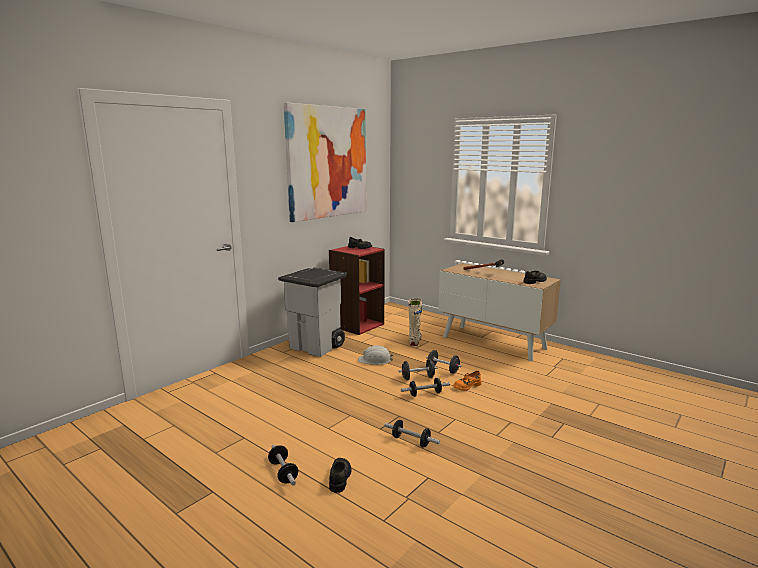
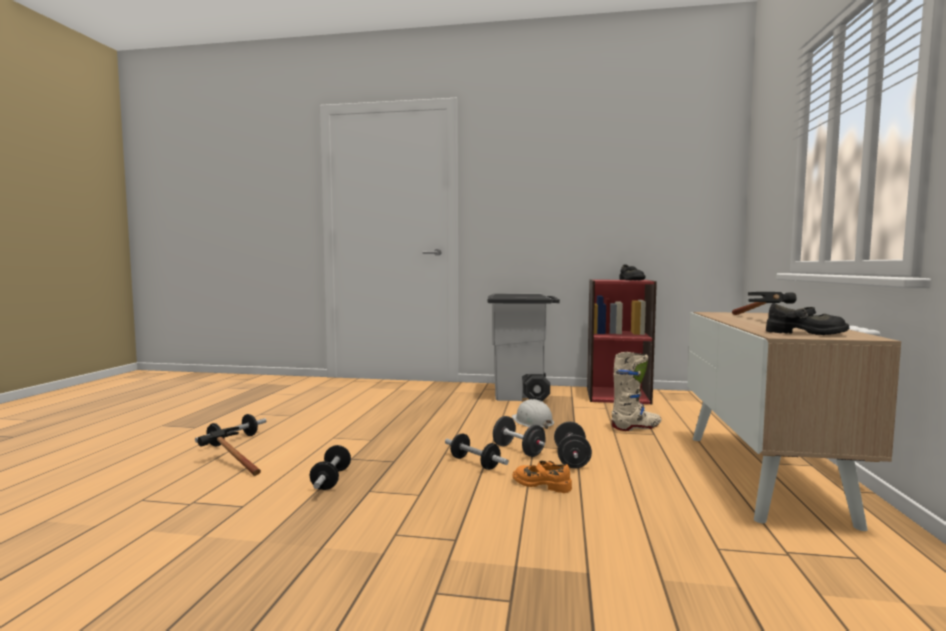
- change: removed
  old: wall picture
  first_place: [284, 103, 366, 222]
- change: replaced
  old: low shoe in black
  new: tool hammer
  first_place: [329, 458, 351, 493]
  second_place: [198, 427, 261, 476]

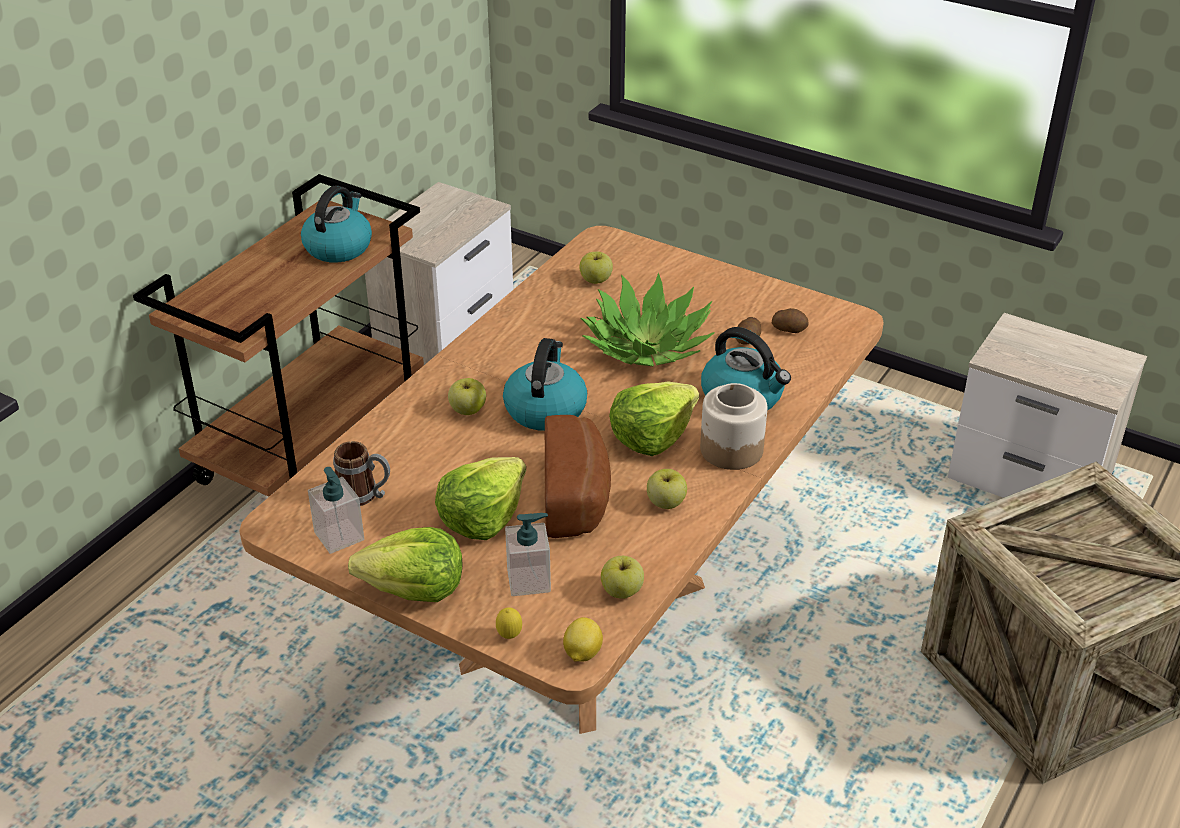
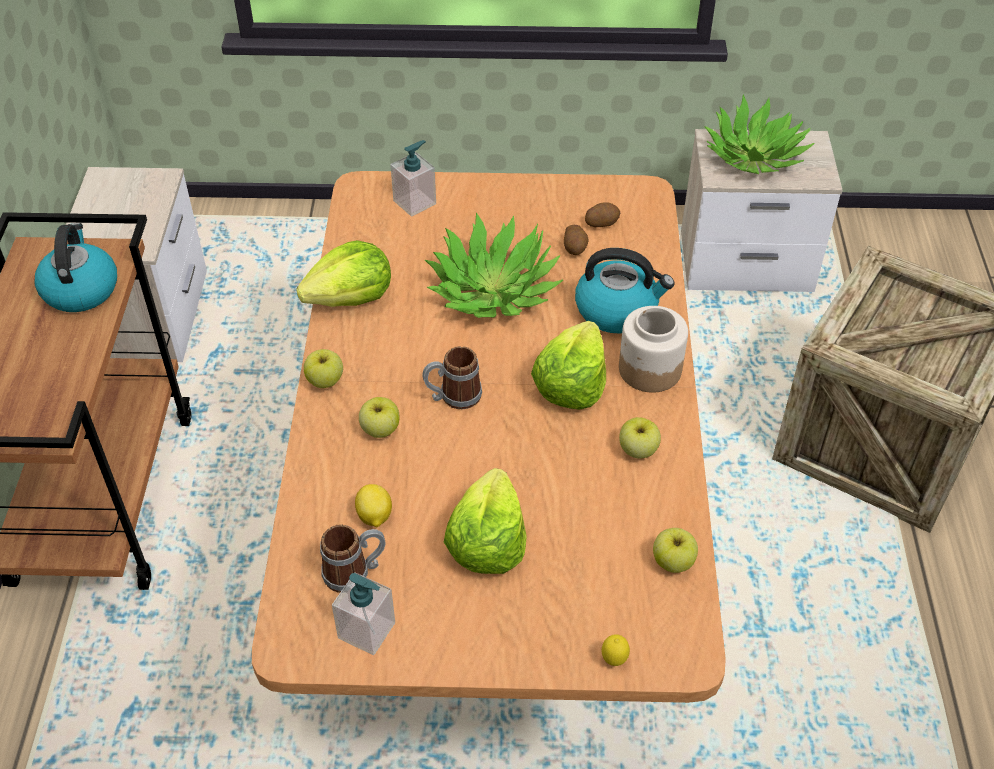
- change: moved
  old: lettuce
  first_place: [348, 527, 463, 602]
  second_place: [296, 240, 391, 307]
- change: replaced
  old: water kettle
  new: coffee mug
  first_place: [503, 338, 587, 431]
  second_place: [422, 346, 482, 409]
- change: moved
  old: liquid soap bottle
  first_place: [505, 513, 551, 596]
  second_place: [390, 140, 436, 216]
- change: removed
  old: bread
  first_place: [545, 415, 611, 538]
- change: moved
  old: citrus fruit
  first_place: [563, 617, 603, 662]
  second_place: [355, 484, 392, 527]
- change: moved
  old: apple
  first_place: [579, 252, 613, 284]
  second_place: [304, 349, 343, 388]
- change: added
  new: potted plant
  second_place: [704, 95, 815, 174]

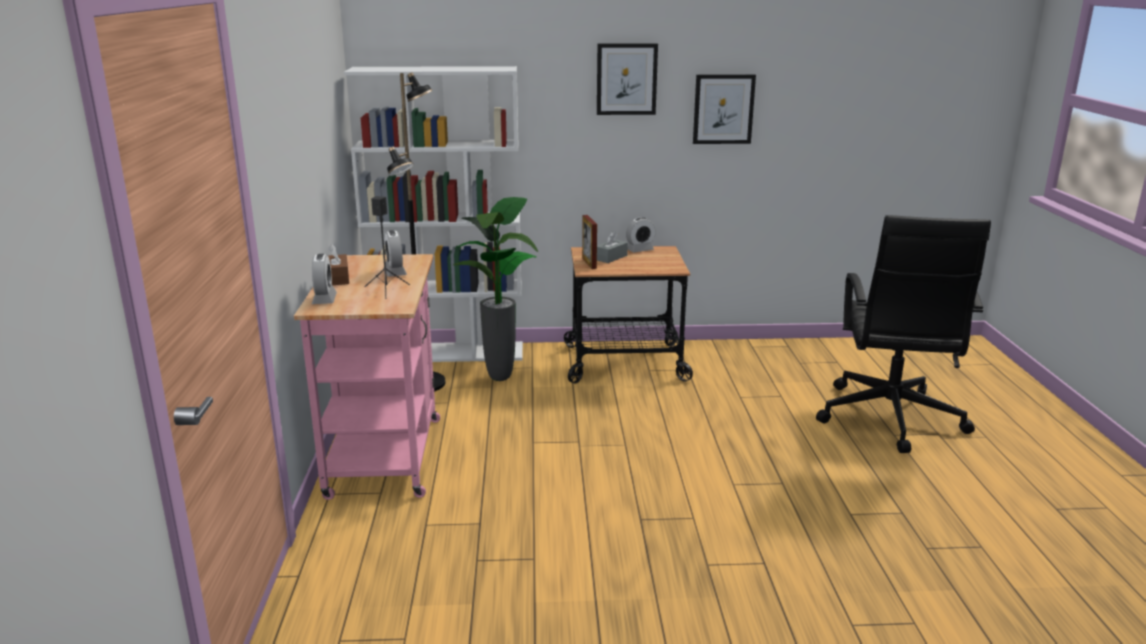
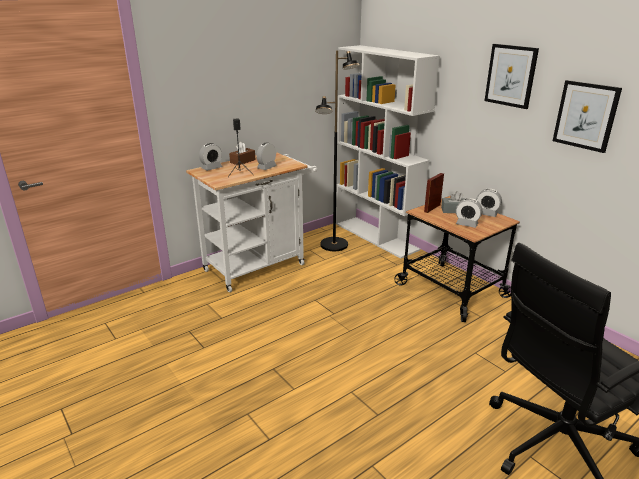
- change: recoloured
  old: trolley in pink
  new: trolley in white
  first_place: [294, 254, 440, 500]
  second_place: [186, 152, 317, 292]
- change: removed
  old: potted plant
  first_place: [453, 197, 538, 381]
- change: added
  new: table clock
  second_place: [456, 198, 482, 228]

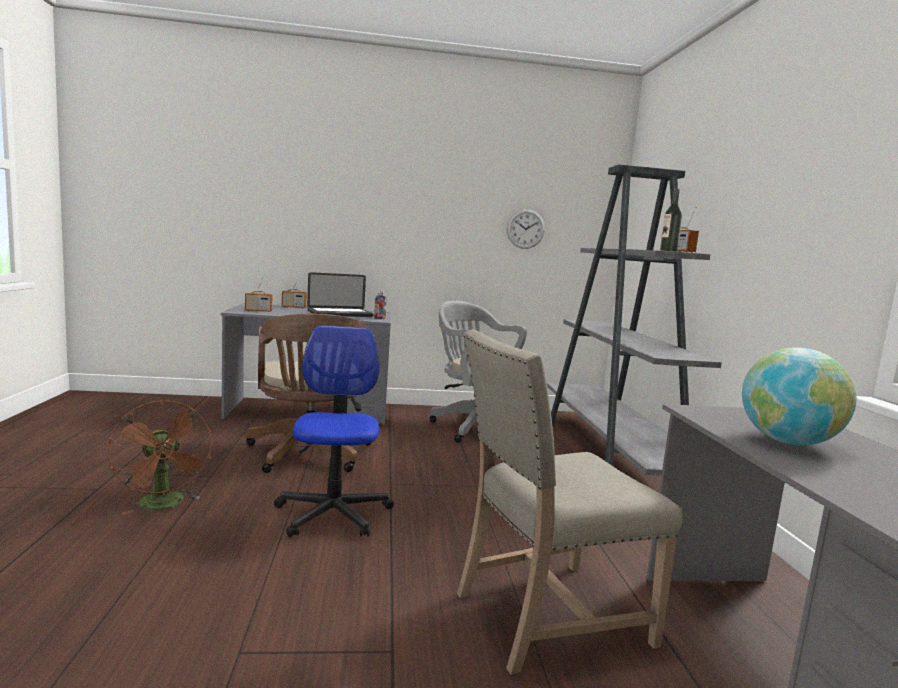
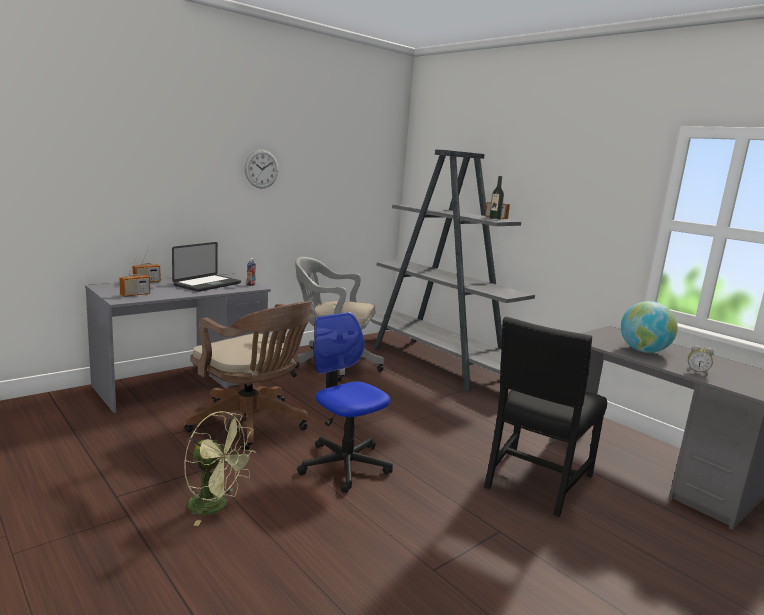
- change: recoloured
  old: cooling fan in brownish
  new: cooling fan in green
  first_place: [107, 401, 212, 515]
  second_place: [184, 411, 256, 526]
- change: recoloured
  old: chair in beige
  new: chair in black
  first_place: [457, 330, 683, 675]
  second_place: [484, 316, 607, 517]
- change: moved
  old: hanging clock
  first_place: [507, 209, 545, 249]
  second_place: [245, 150, 279, 189]
- change: added
  new: table clock
  second_place: [687, 345, 714, 376]

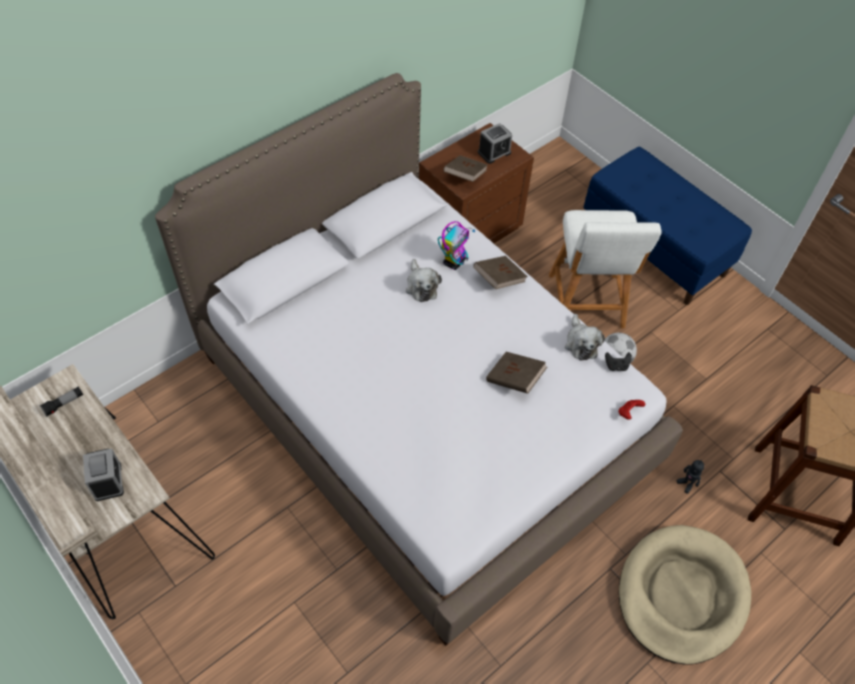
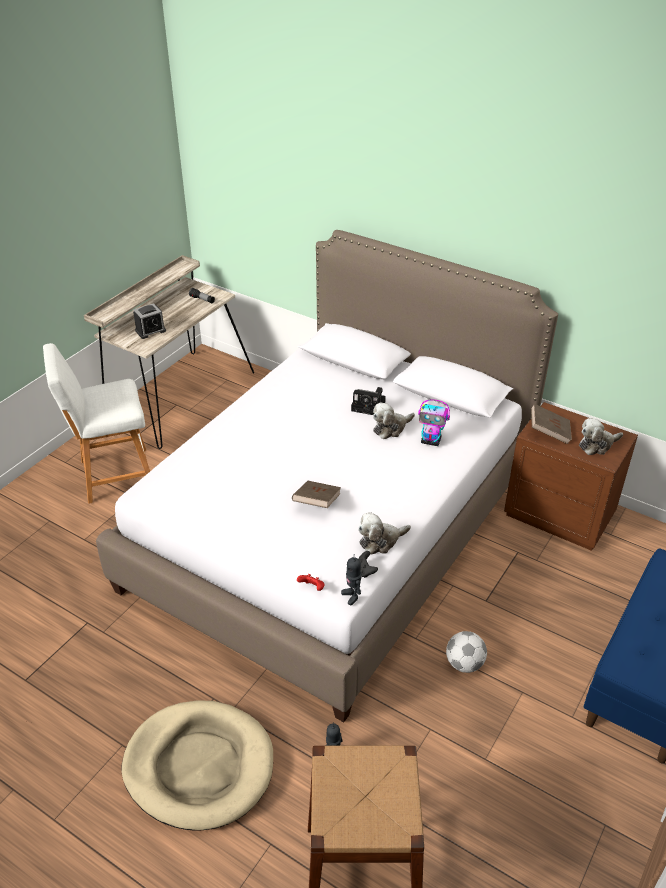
- change: removed
  old: book in brownish
  first_place: [473, 256, 528, 289]
- change: replaced
  old: table clock
  new: cuddly toy
  first_place: [478, 123, 512, 164]
  second_place: [579, 418, 623, 455]
- change: moved
  old: sitting stool in white
  first_place: [549, 210, 662, 329]
  second_place: [43, 343, 150, 504]
- change: added
  new: model robot
  second_place: [341, 554, 362, 605]
- change: added
  new: photo camera
  second_place: [351, 387, 386, 415]

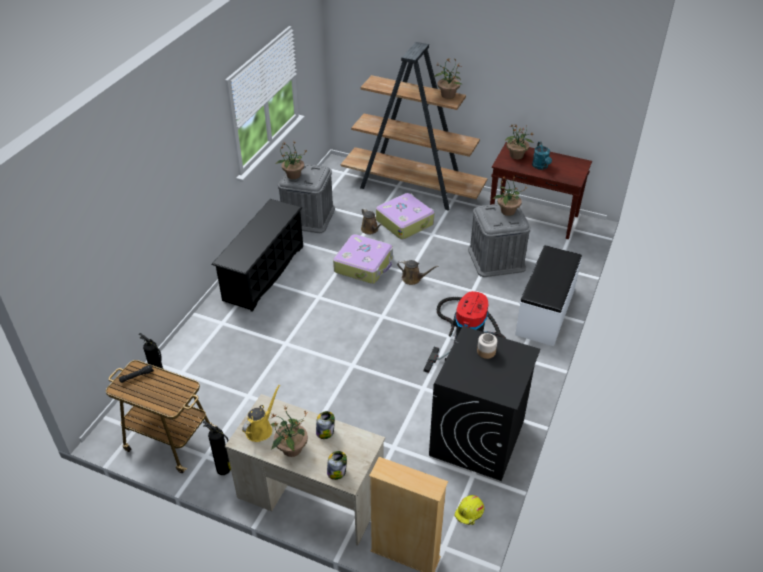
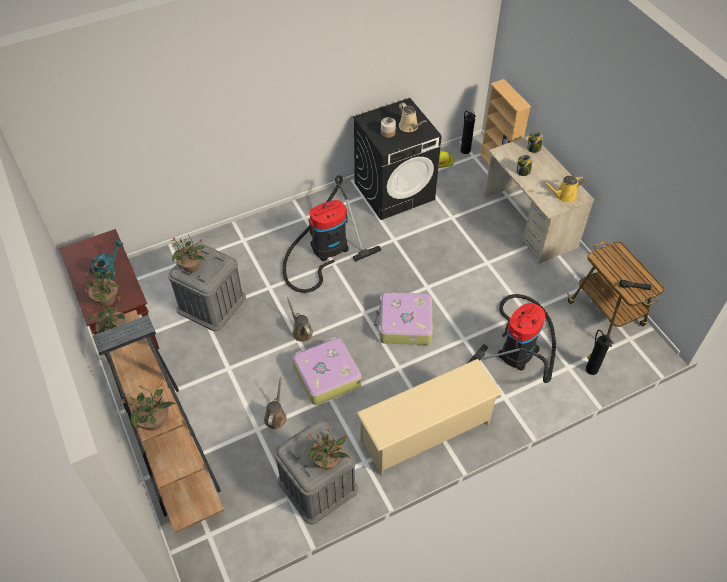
- change: moved
  old: fire extinguisher
  first_place: [202, 421, 231, 475]
  second_place: [461, 111, 476, 154]
- change: recoloured
  old: shoe shelf in black
  new: shoe shelf in beige
  first_place: [211, 199, 303, 312]
  second_place: [357, 359, 502, 475]
- change: moved
  old: potted plant
  first_place: [271, 405, 308, 457]
  second_place: [120, 381, 176, 431]
- change: moved
  old: travel case
  first_place: [376, 193, 434, 239]
  second_place: [374, 292, 433, 345]
- change: removed
  old: indoor bench in white
  first_place: [515, 245, 582, 346]
- change: added
  new: watering pot in beige
  second_place: [399, 102, 427, 132]
- change: added
  new: vacuum cleaner
  second_place: [467, 294, 556, 383]

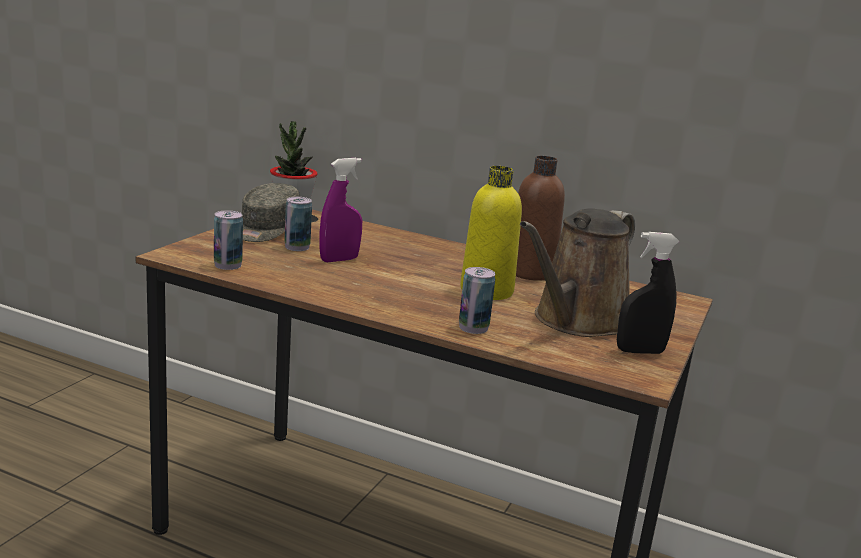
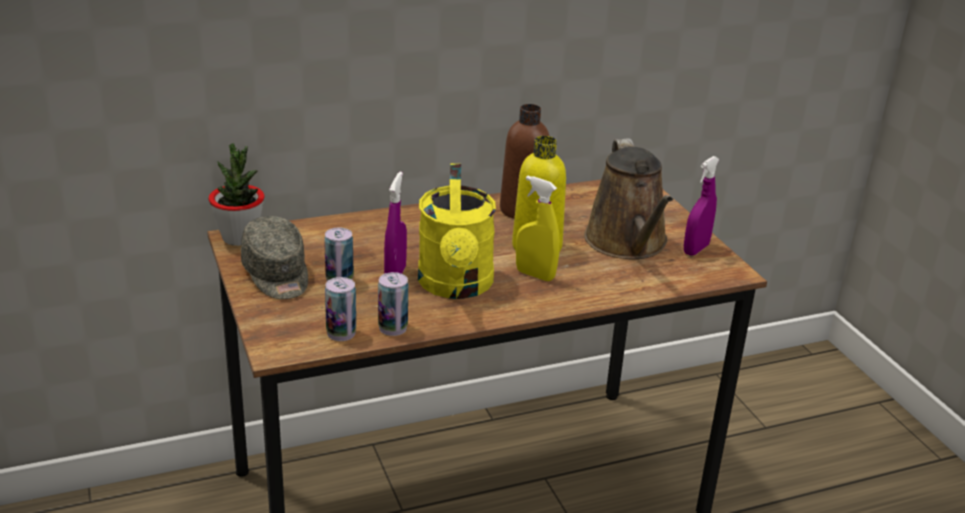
- change: moved
  old: metal can
  first_place: [459, 267, 495, 334]
  second_place: [378, 272, 408, 336]
- change: recoloured
  old: spray bottle in black
  new: spray bottle in purplish
  first_place: [617, 232, 680, 354]
  second_place: [684, 156, 719, 255]
- change: added
  new: watering pot in yellow-coloured
  second_place: [418, 164, 496, 299]
- change: added
  new: spray bottle in yellow-coloured
  second_place: [516, 175, 560, 281]

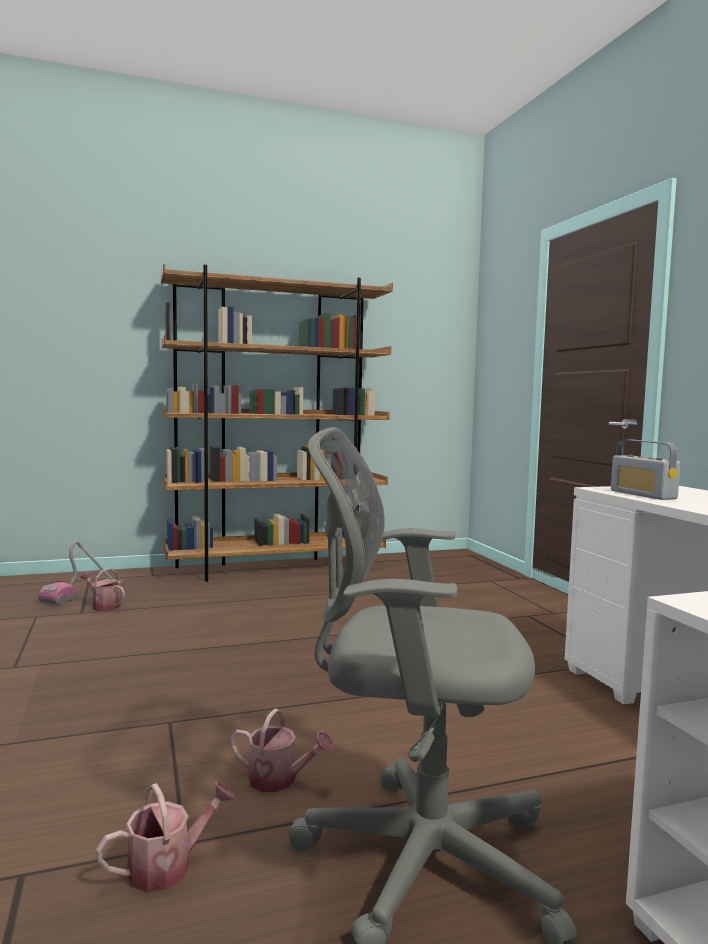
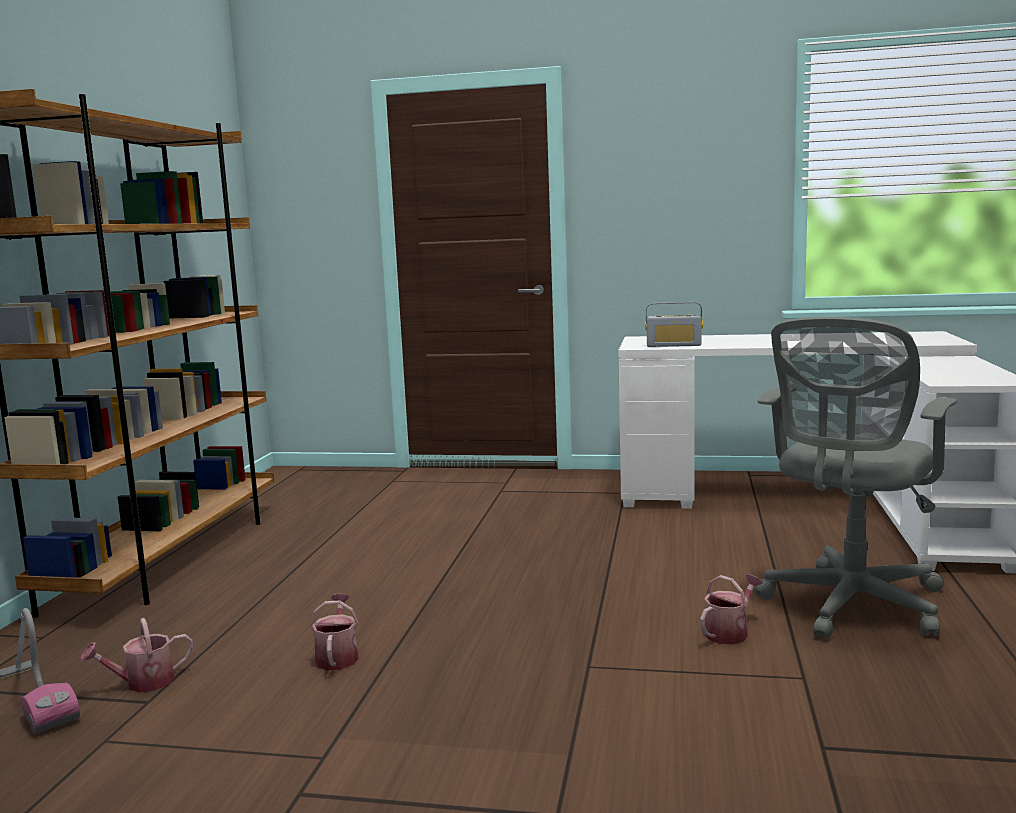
- change: moved
  old: watering pot
  first_place: [96, 782, 235, 892]
  second_place: [310, 594, 359, 670]

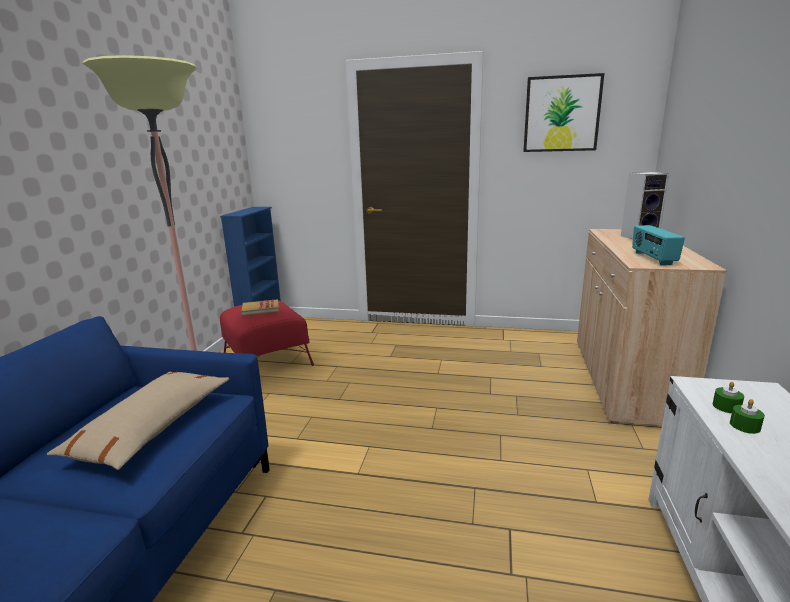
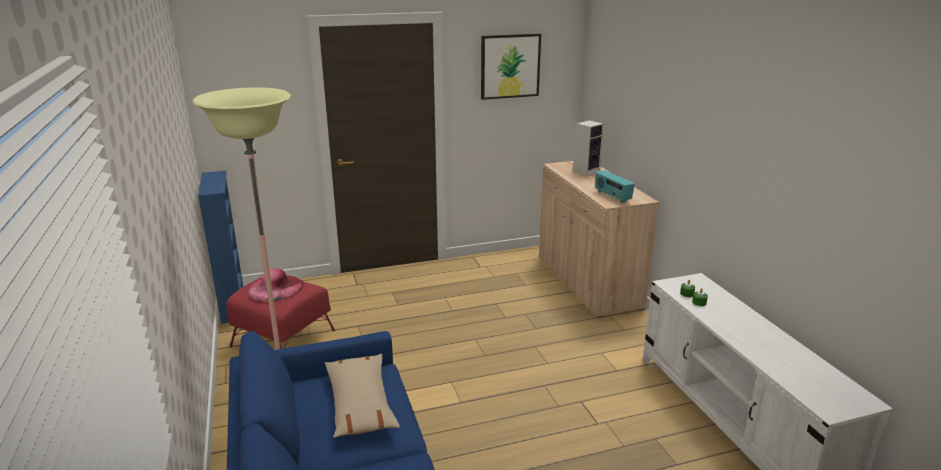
- change: replaced
  old: book
  new: wearable hat in pink
  first_place: [241, 299, 279, 316]
  second_place: [248, 268, 304, 301]

